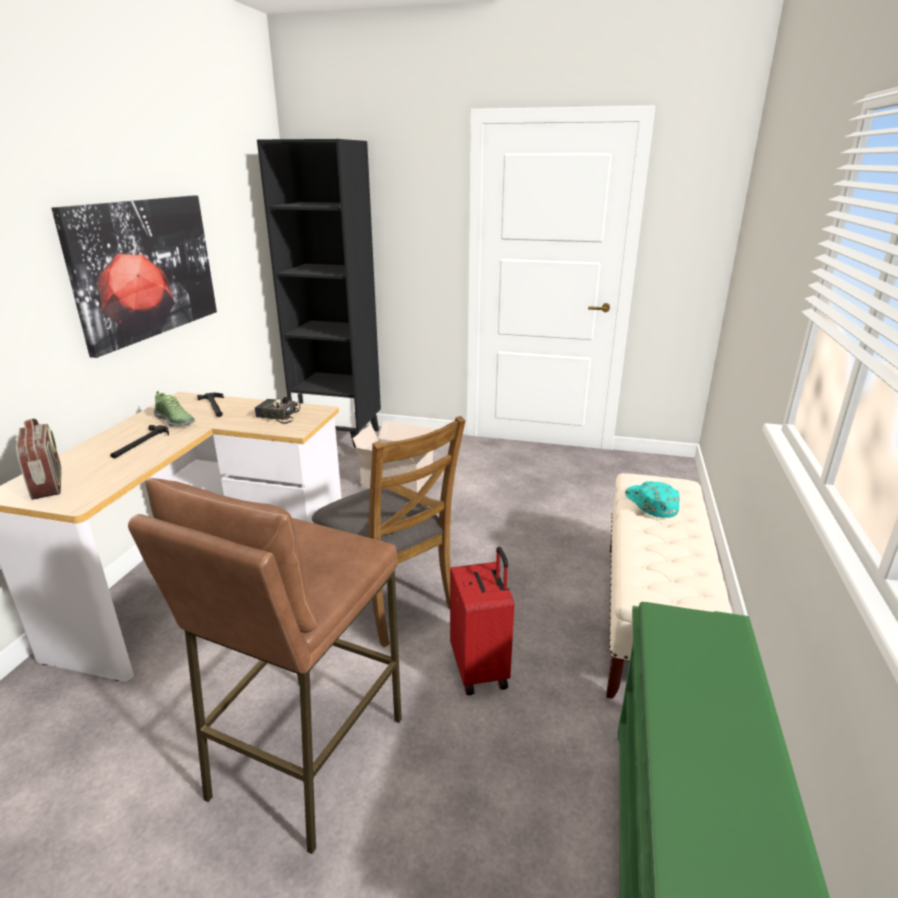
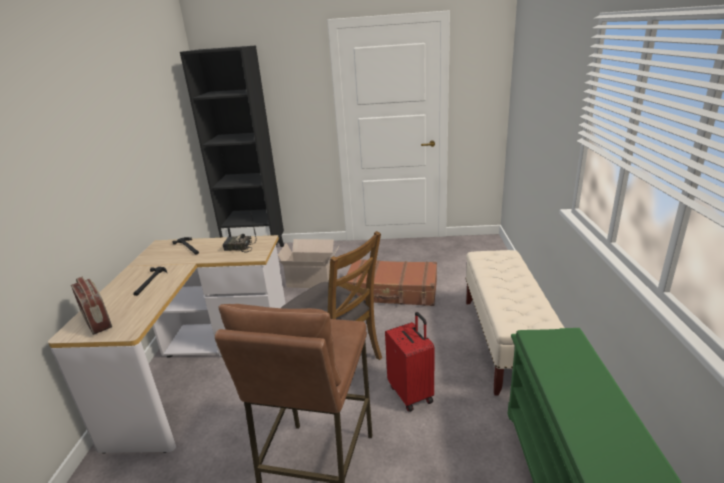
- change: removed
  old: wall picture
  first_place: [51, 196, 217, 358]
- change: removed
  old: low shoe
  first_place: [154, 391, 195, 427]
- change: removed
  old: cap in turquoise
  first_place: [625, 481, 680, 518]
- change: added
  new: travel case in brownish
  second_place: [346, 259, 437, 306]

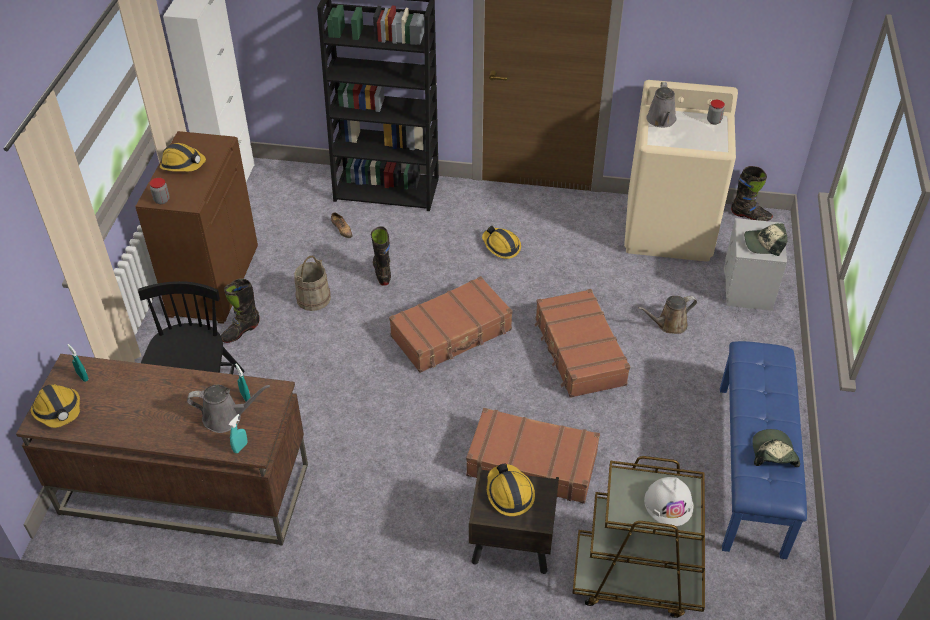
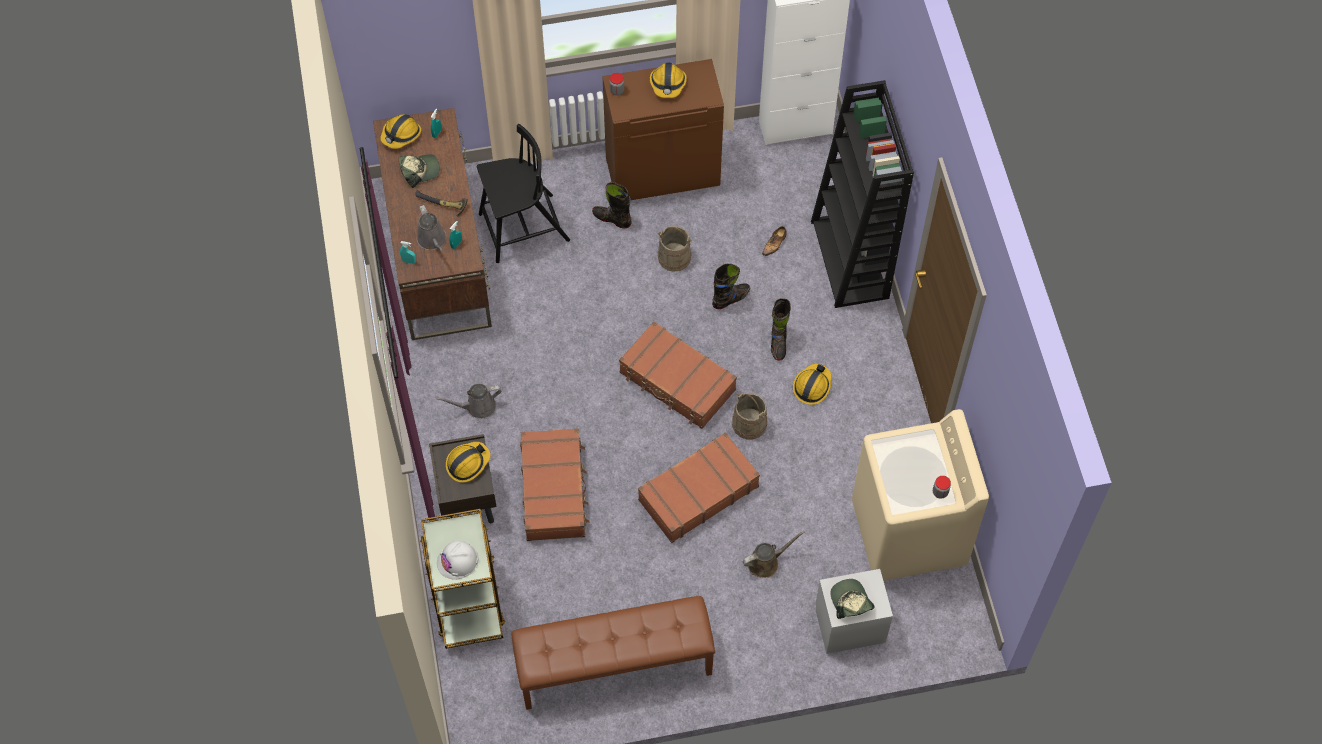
- change: turned
  old: watering pot in brownish
  first_place: [638, 296, 697, 334]
  second_place: [743, 531, 805, 578]
  degrees: 105
- change: moved
  old: watering pot in grey
  first_place: [646, 82, 676, 127]
  second_place: [437, 384, 501, 419]
- change: recoloured
  old: indoor bench in blue
  new: indoor bench in brownish
  first_place: [720, 341, 807, 559]
  second_place: [511, 596, 715, 710]
- change: moved
  old: tall boot in black
  first_place: [731, 166, 773, 221]
  second_place: [771, 298, 791, 361]
- change: moved
  old: cap
  first_place: [752, 429, 800, 467]
  second_place: [399, 154, 440, 188]
- change: added
  new: tool hammer
  second_place: [416, 190, 468, 217]
- change: added
  new: water bucket in beige
  second_place: [732, 393, 767, 439]

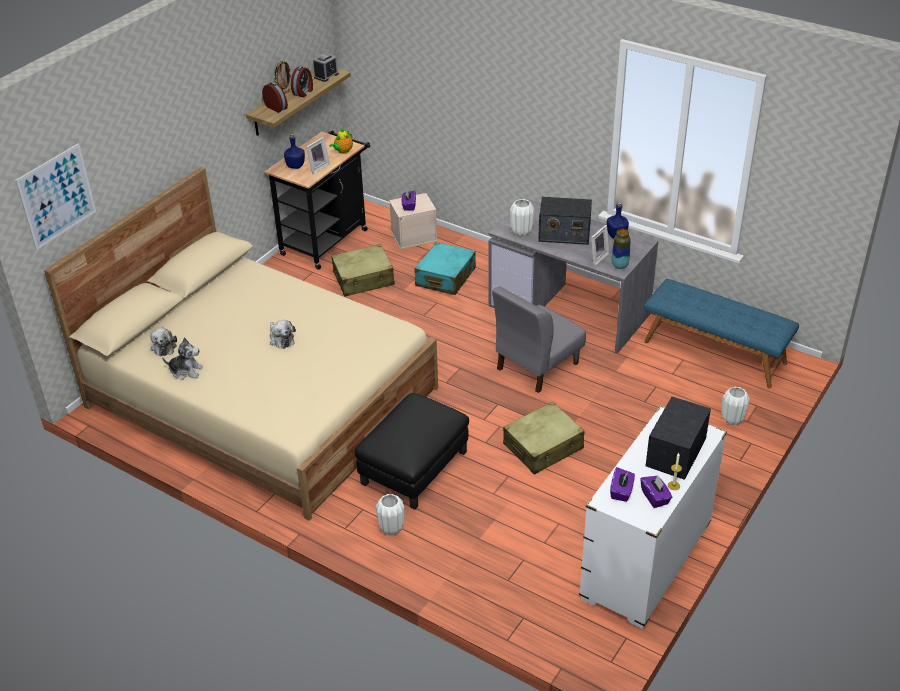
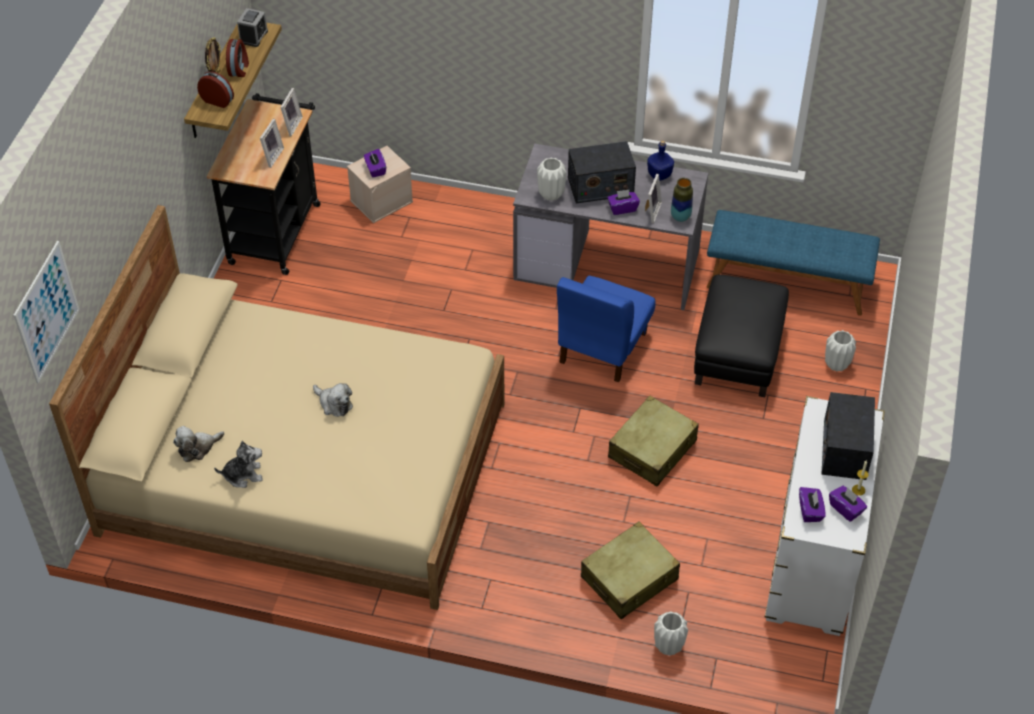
- change: turned
  old: cuddly toy
  first_place: [150, 327, 177, 356]
  second_place: [173, 426, 224, 462]
  degrees: 90
- change: removed
  old: beverage bottle in blue
  first_place: [284, 134, 305, 169]
- change: replaced
  old: tea pot
  new: photo frame
  first_place: [329, 128, 353, 154]
  second_place: [280, 88, 303, 136]
- change: moved
  old: travel case in beige
  first_place: [331, 244, 395, 297]
  second_place: [581, 522, 680, 619]
- change: moved
  old: ottoman in black
  first_place: [355, 393, 469, 510]
  second_place: [694, 275, 789, 397]
- change: moved
  old: flower vase in white
  first_place: [376, 494, 405, 535]
  second_place: [654, 612, 688, 655]
- change: removed
  old: travel case in turquoise
  first_place: [415, 242, 476, 295]
- change: recoloured
  old: chair in grey
  new: chair in blue
  first_place: [492, 286, 586, 393]
  second_place: [557, 275, 655, 382]
- change: added
  new: tissue holder in purplish
  second_place: [607, 190, 640, 215]

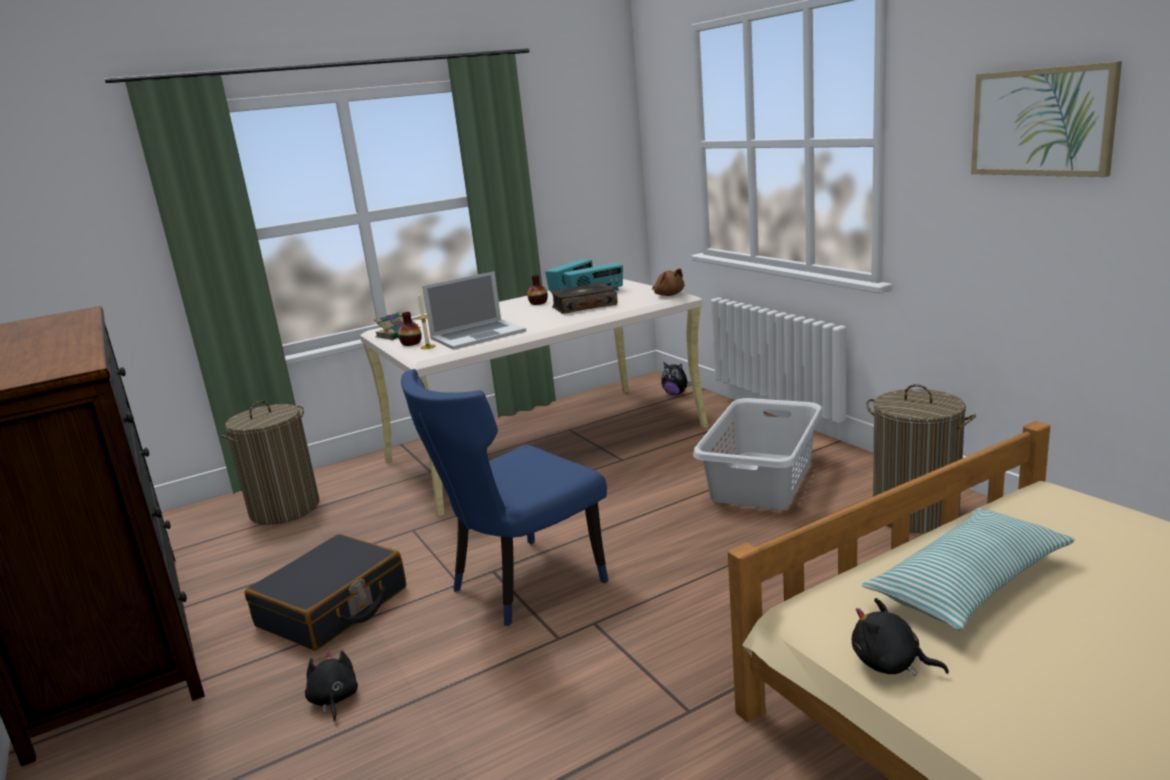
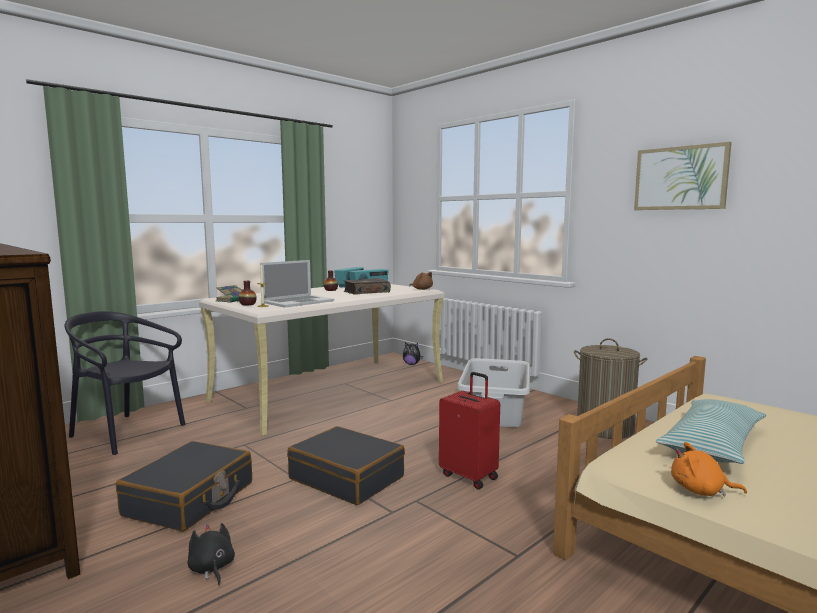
- change: replaced
  old: hamper
  new: chair in black
  first_place: [221, 401, 319, 525]
  second_place: [65, 311, 185, 455]
- change: replaced
  old: chair in blue
  new: travel case in black
  first_place: [401, 369, 608, 626]
  second_place: [287, 426, 405, 505]
- change: recoloured
  old: cuddly toy in black
  new: cuddly toy in orange
  first_place: [852, 598, 949, 676]
  second_place: [671, 442, 747, 497]
- change: added
  new: travel case in red-coloured
  second_place: [439, 372, 500, 489]

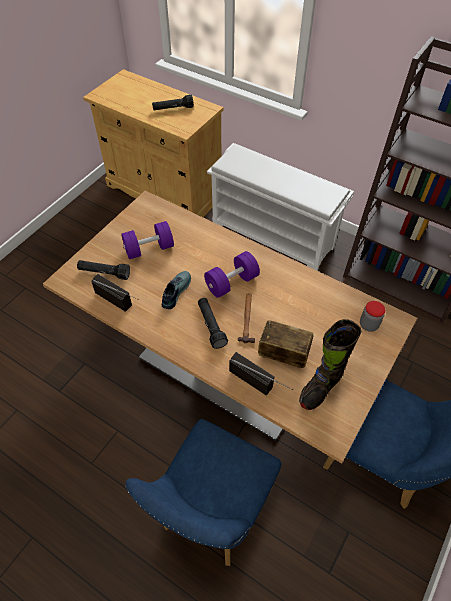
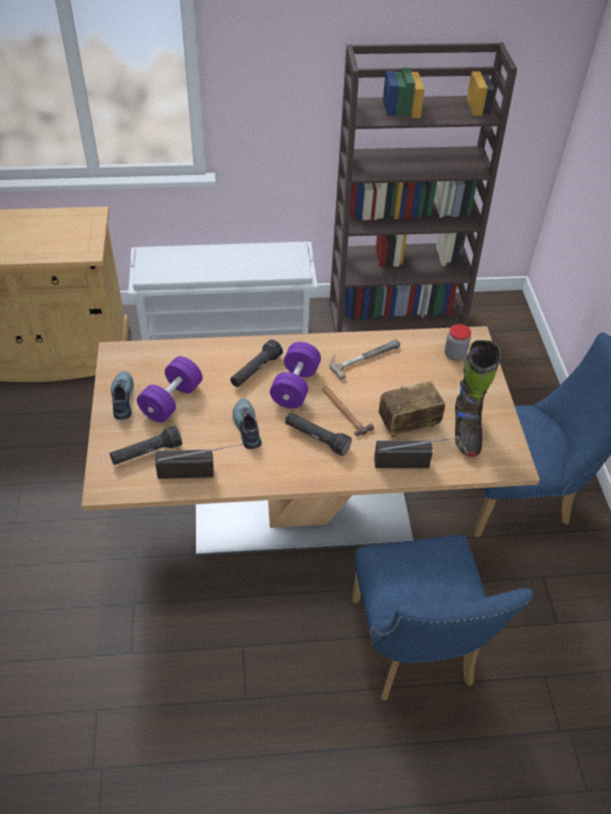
- change: moved
  old: torch in black
  first_place: [152, 95, 194, 110]
  second_place: [230, 339, 283, 387]
- change: added
  new: low shoe
  second_place: [111, 371, 134, 420]
- change: added
  new: tool hammer
  second_place: [329, 339, 400, 380]

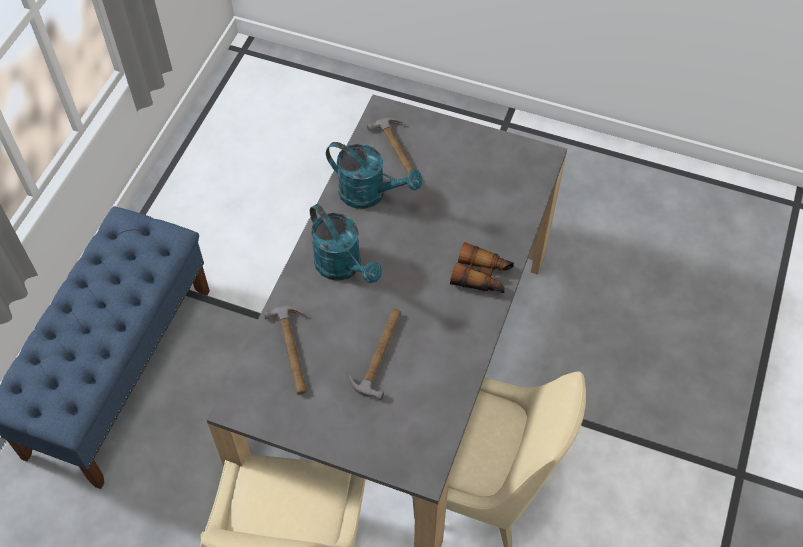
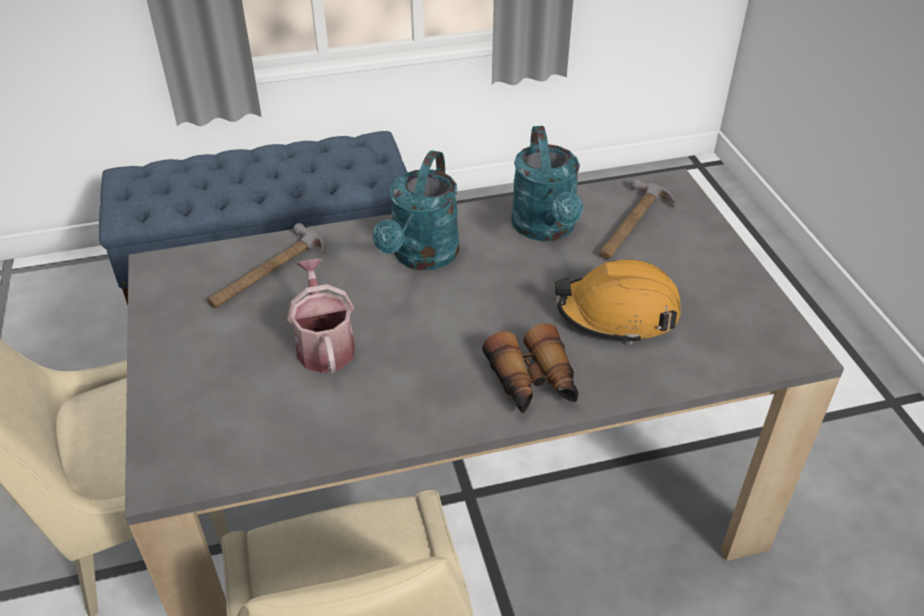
- change: replaced
  old: tool hammer
  new: watering pot
  first_place: [349, 309, 401, 400]
  second_place: [287, 258, 355, 373]
- change: added
  new: safety helmet in orange
  second_place: [554, 259, 681, 344]

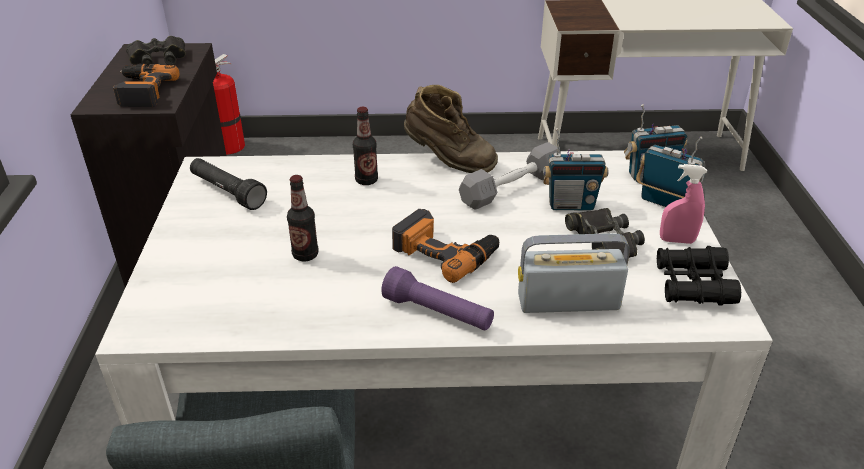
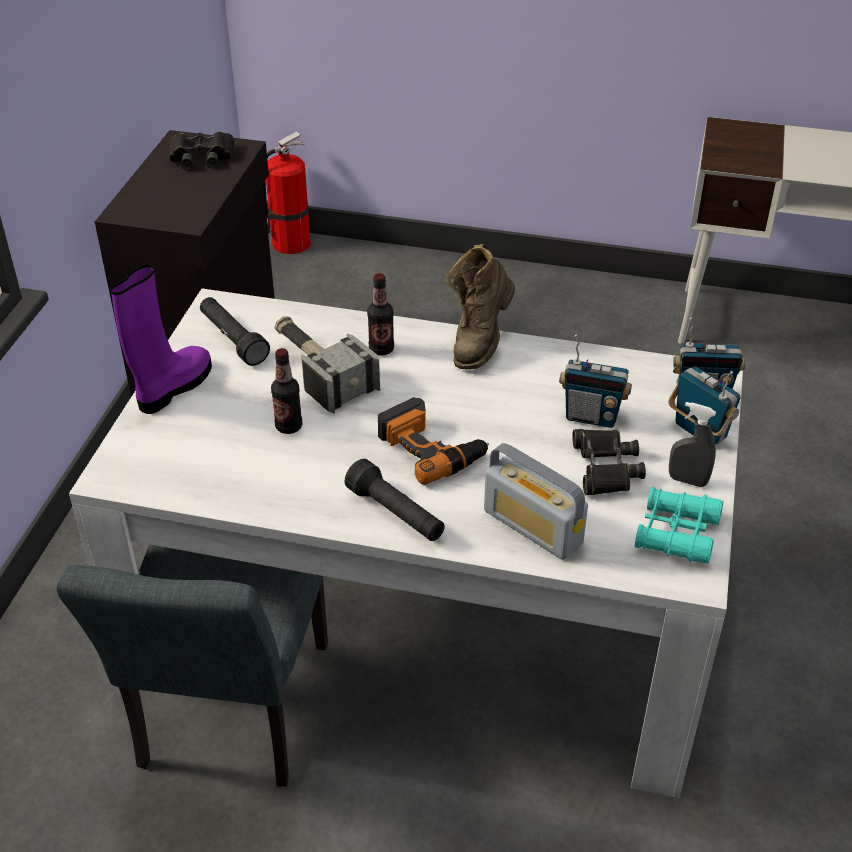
- change: removed
  old: electric drill
  first_place: [113, 64, 180, 107]
- change: recoloured
  old: torch in purplish
  new: torch in black
  first_place: [381, 266, 494, 330]
  second_place: [345, 459, 445, 541]
- change: turned
  old: tall boot in brownish
  first_place: [404, 85, 498, 173]
  second_place: [445, 244, 515, 370]
  degrees: 75
- change: removed
  old: hand weight in grey
  first_place: [459, 142, 561, 210]
- change: turned
  old: radio
  first_place: [518, 233, 630, 313]
  second_place: [484, 443, 588, 560]
  degrees: -150
- change: recoloured
  old: field glasses in black
  new: field glasses in turquoise
  first_place: [657, 246, 741, 306]
  second_place: [635, 487, 723, 563]
- change: recoloured
  old: spray bottle in pink
  new: spray bottle in grey
  first_place: [660, 164, 707, 244]
  second_place: [669, 402, 716, 487]
- change: added
  new: tall boot in purplish
  second_place: [110, 264, 212, 414]
- change: added
  new: tool hammer
  second_place: [275, 316, 380, 414]

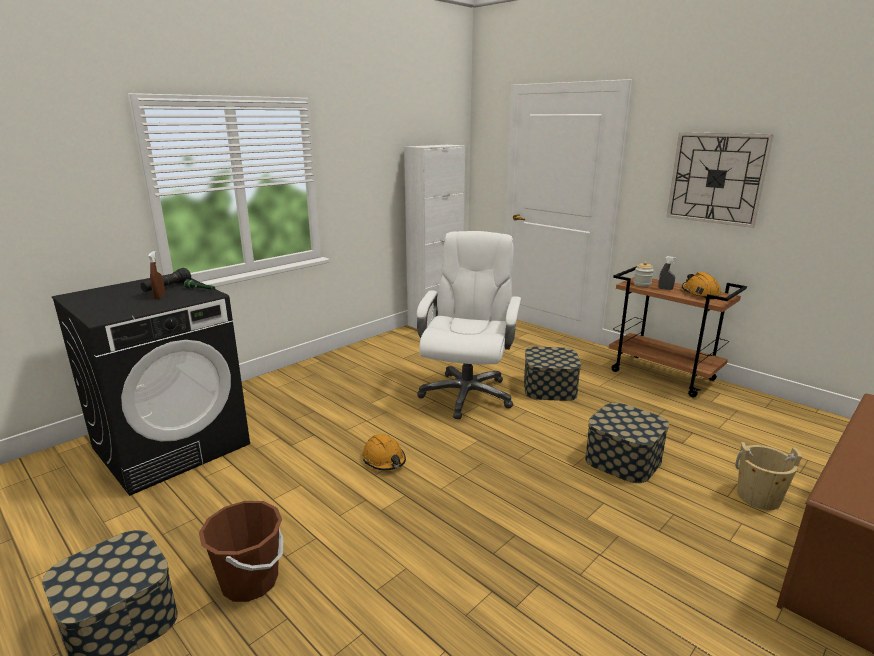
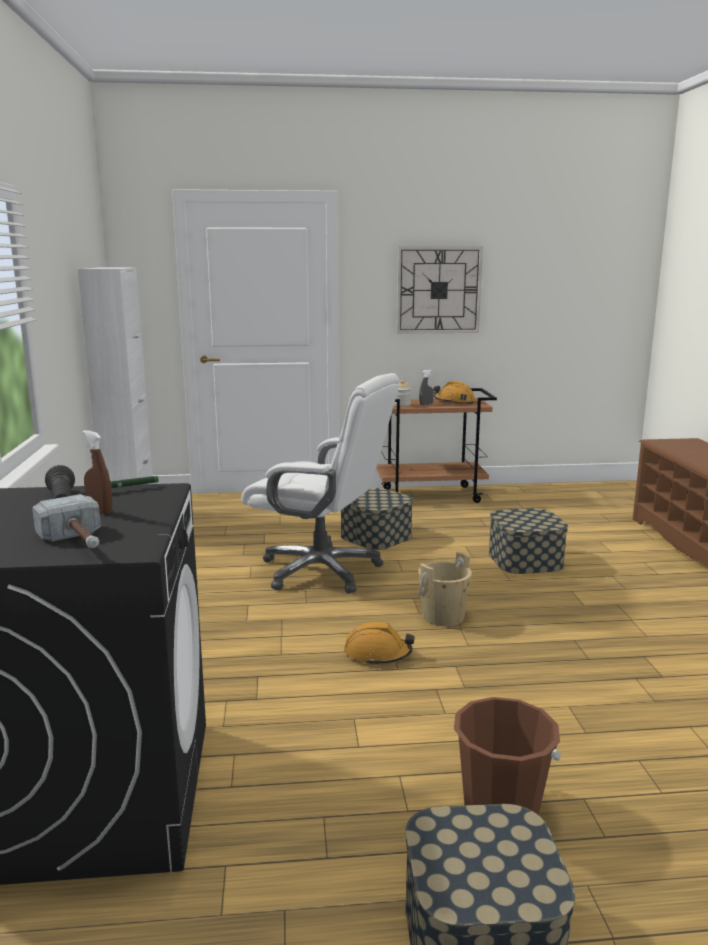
- change: turned
  old: office chair in white
  first_place: [417, 231, 521, 419]
  second_place: [241, 373, 399, 593]
  degrees: 150
- change: moved
  old: water bucket in beige
  first_place: [735, 442, 802, 510]
  second_place: [418, 551, 472, 626]
- change: added
  new: tool hammer
  second_place: [32, 494, 101, 548]

